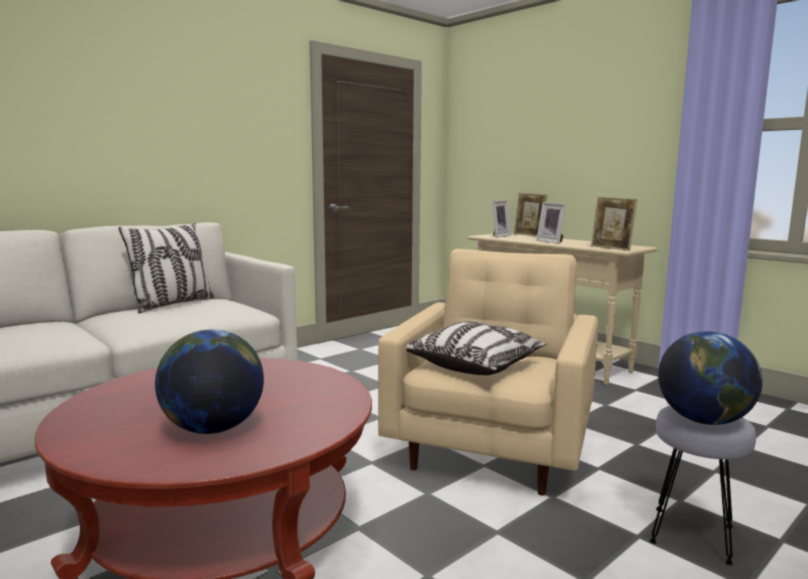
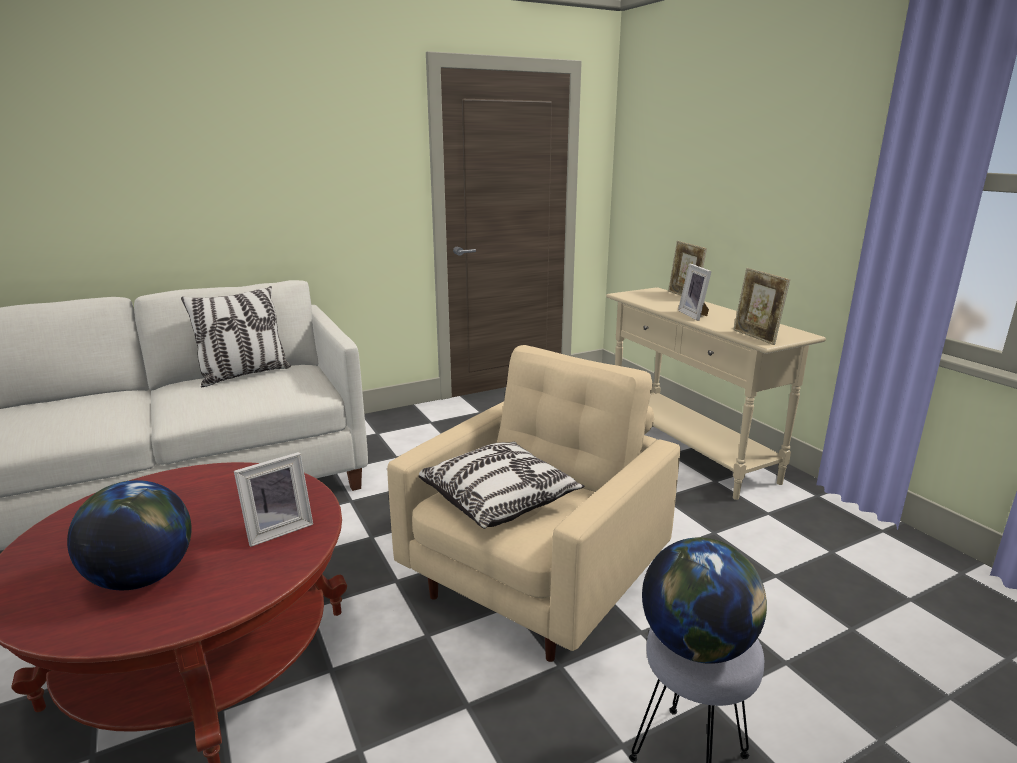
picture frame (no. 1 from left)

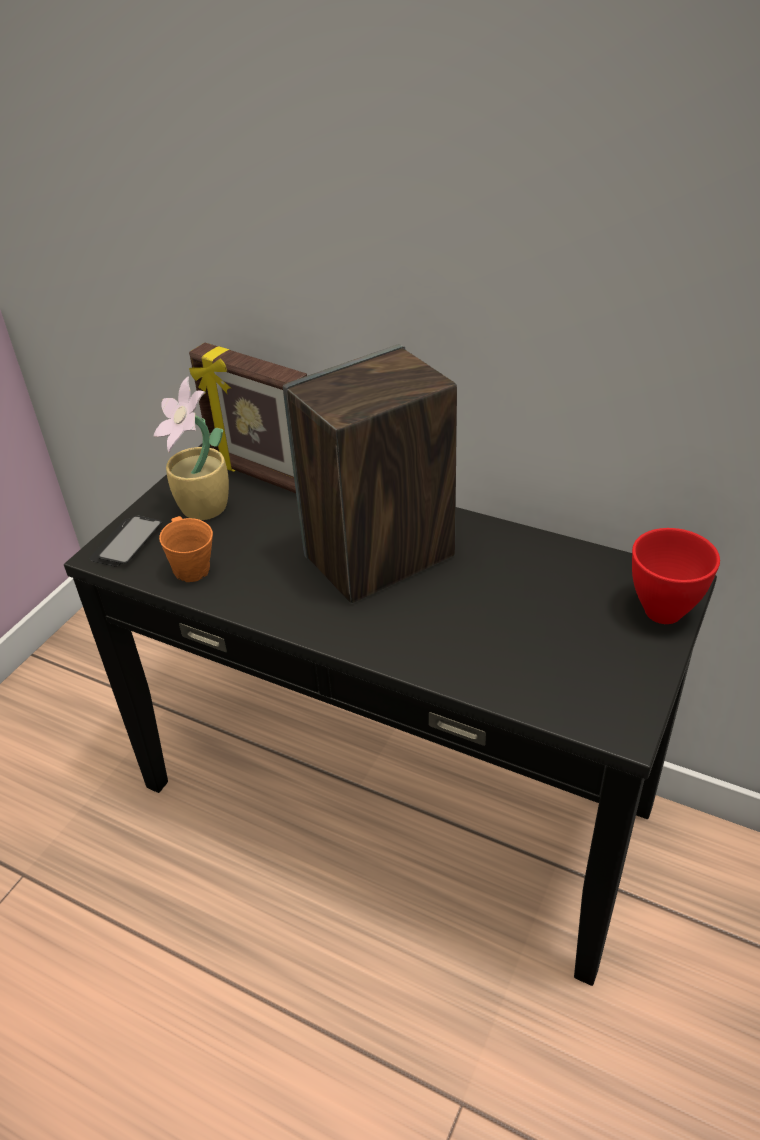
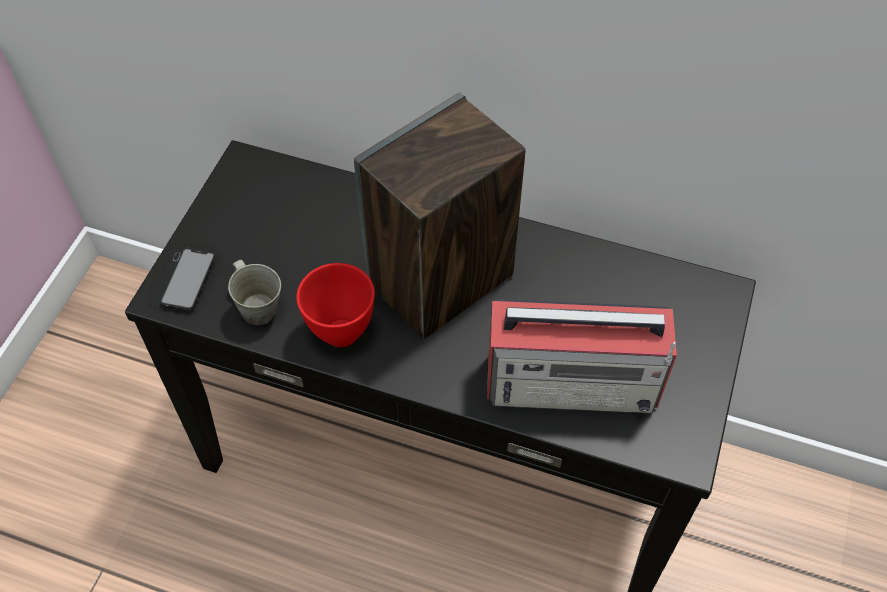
potted plant; grey mug; picture frame; red bowl; radio

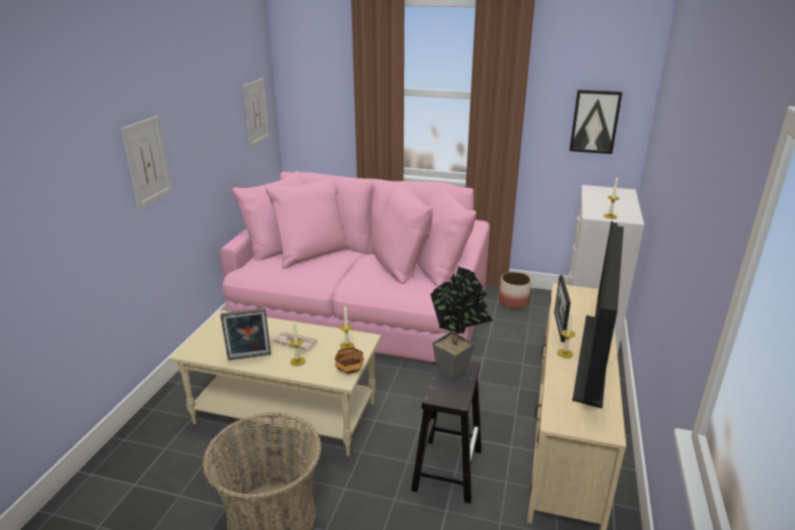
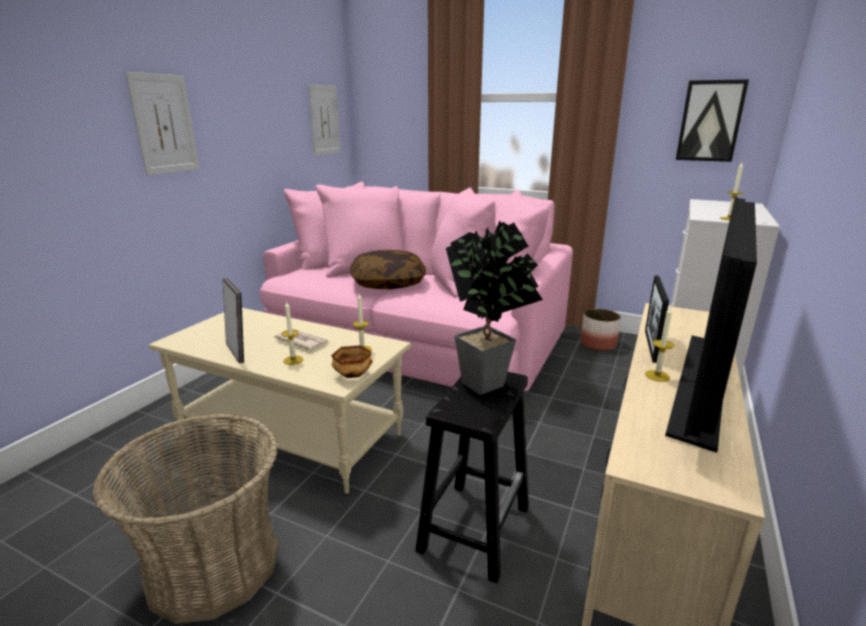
picture frame (no. 1 from left); pillow

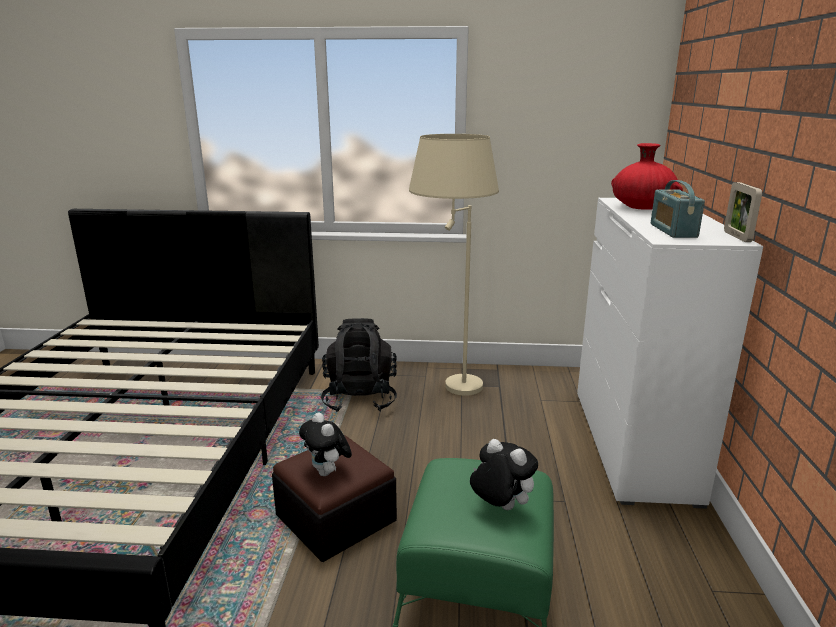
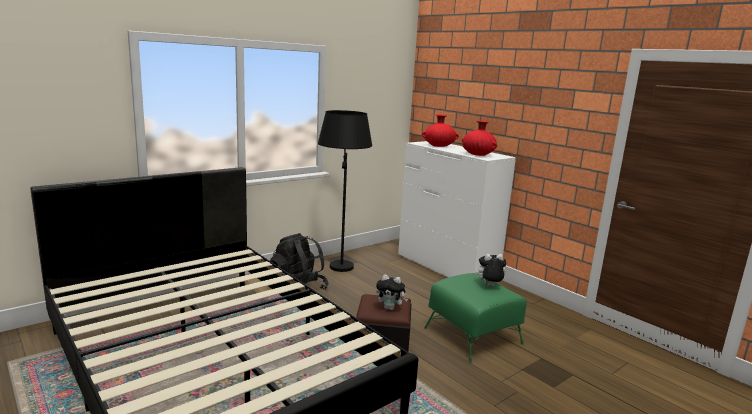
black floor lamp; red vase (no. 2 from left); picture frame

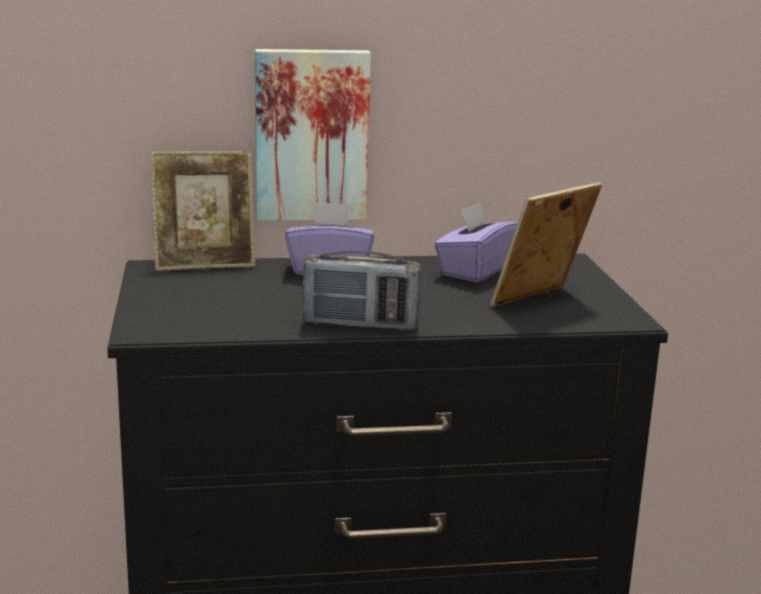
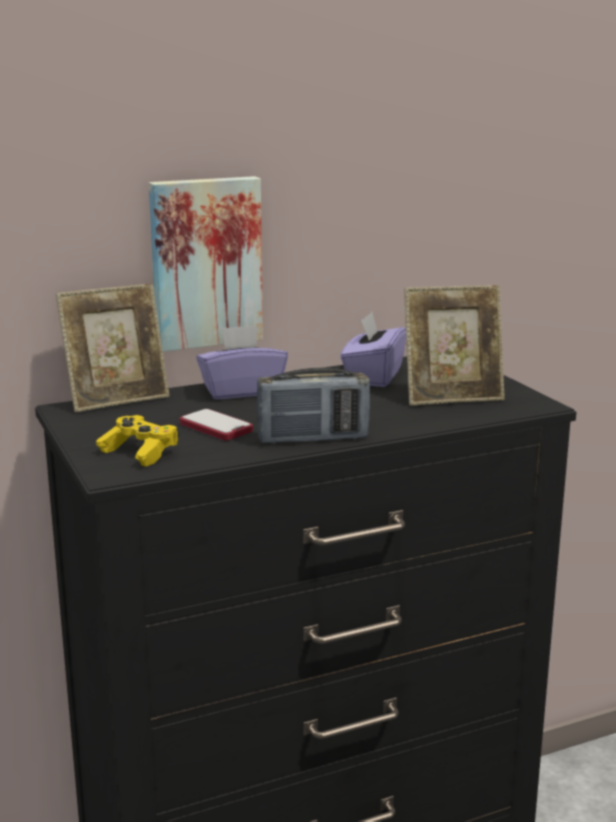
picture frame (no. 2 from left); yellow game controller; phone

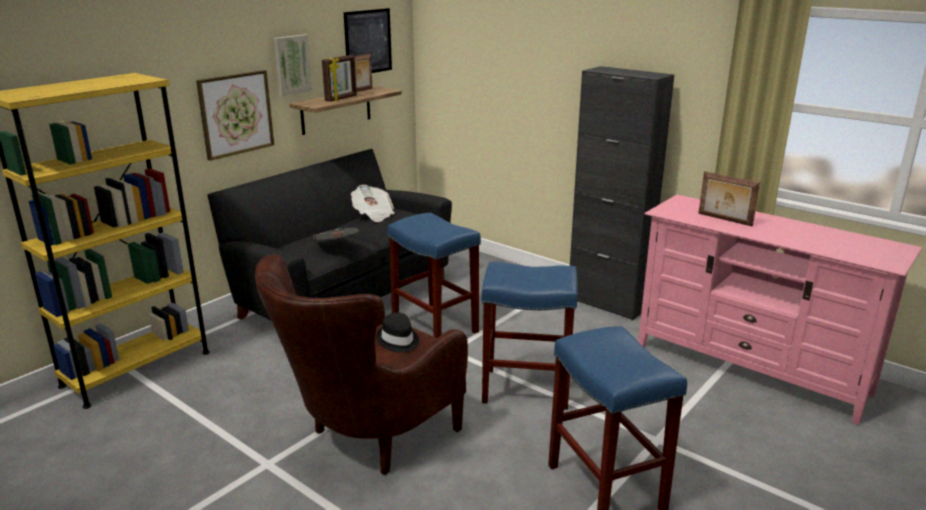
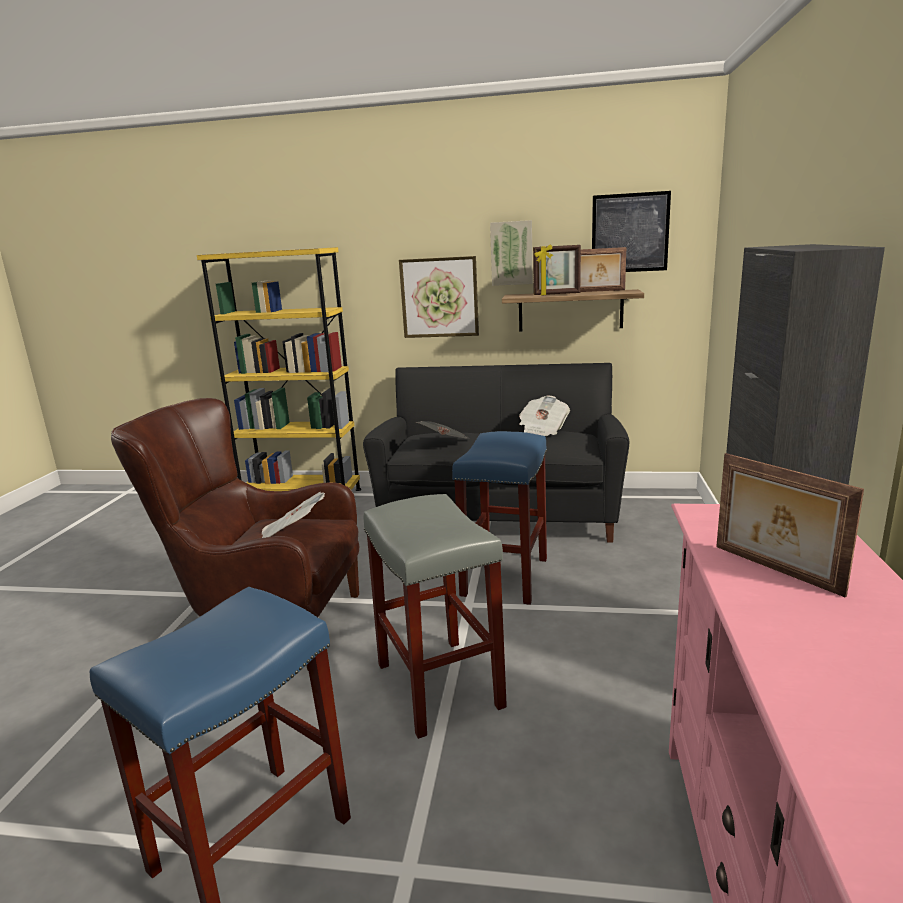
newspaper (no. 1 from left); grey stool; picture frame (no. 3 from left)

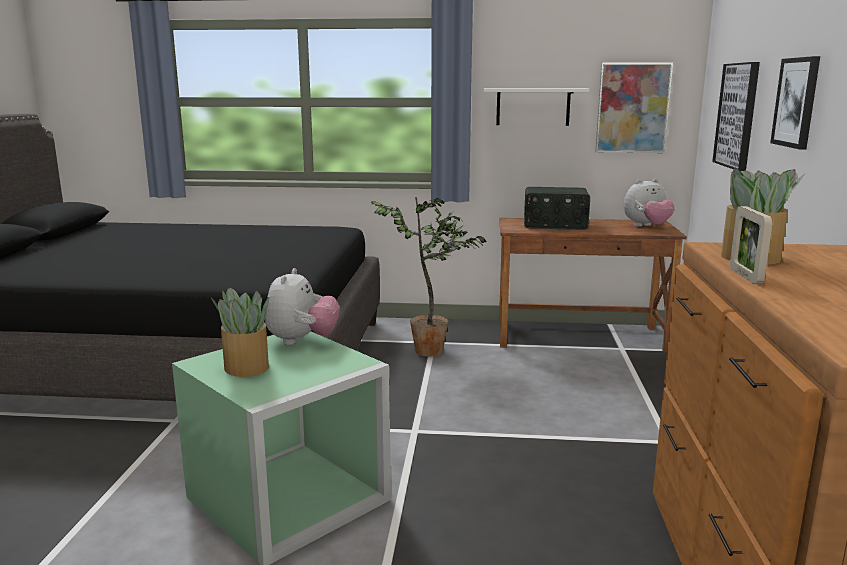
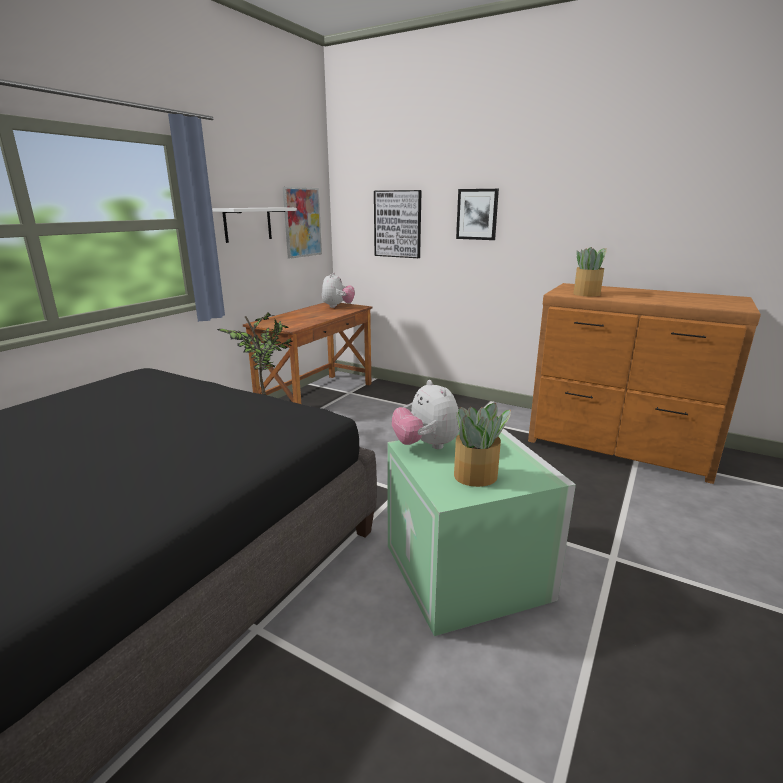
plush toy (no. 2 from left); radio; picture frame

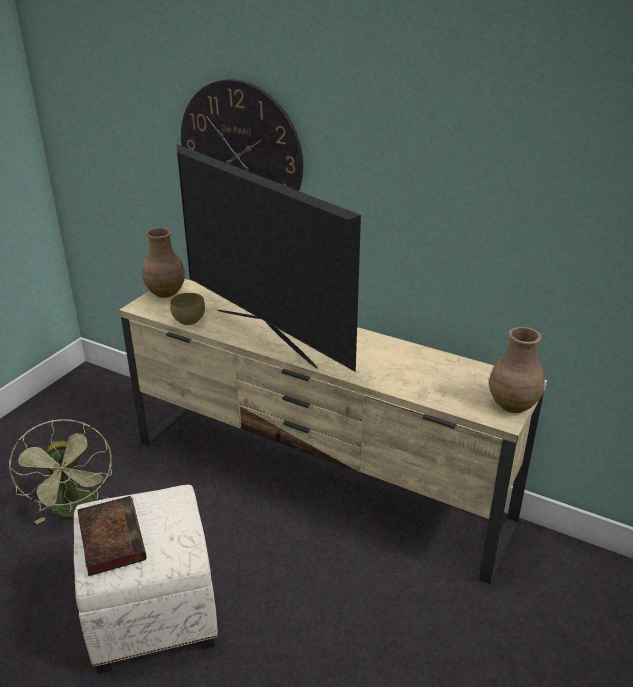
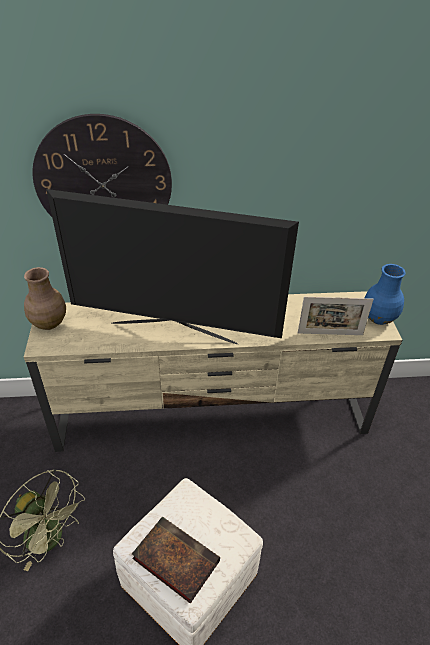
brown bowl; blue vase; picture frame

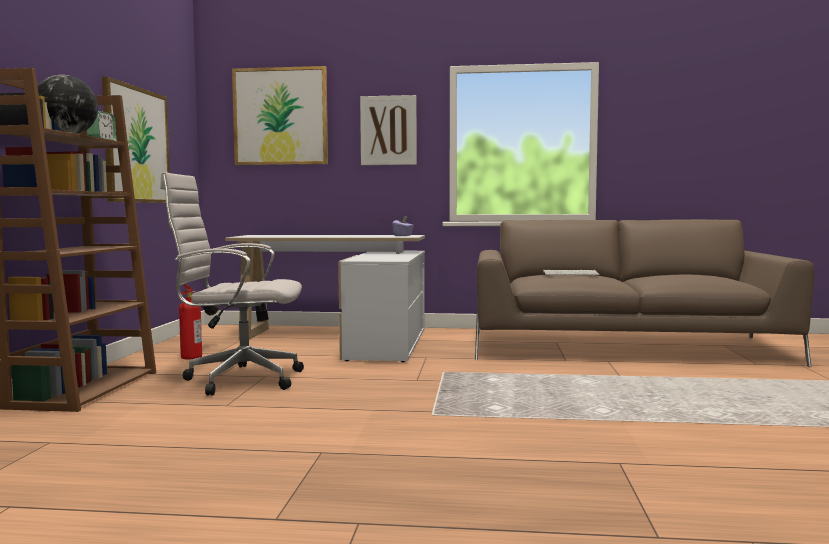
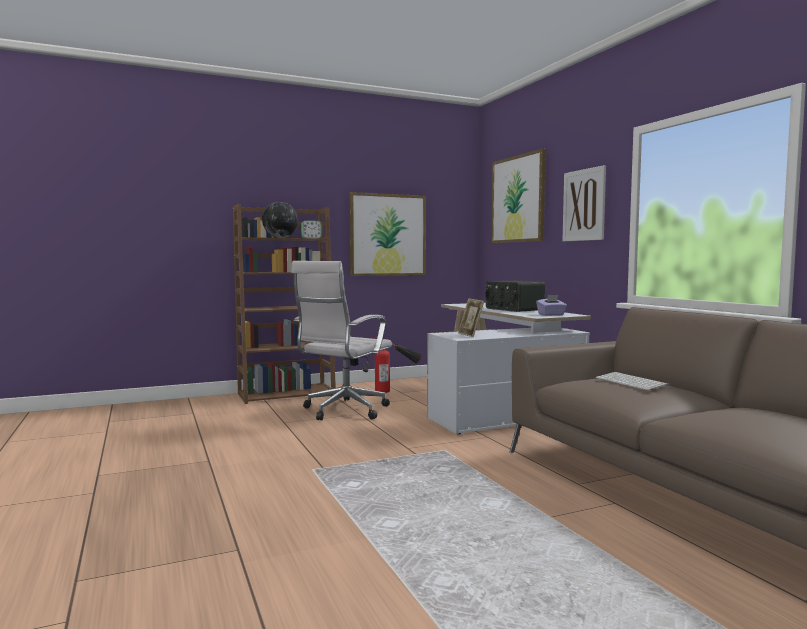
white office chair; picture frame; radio

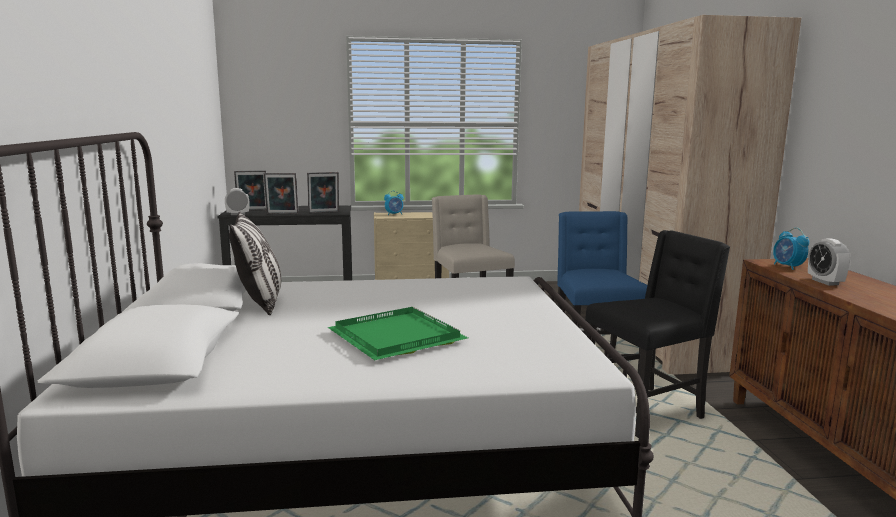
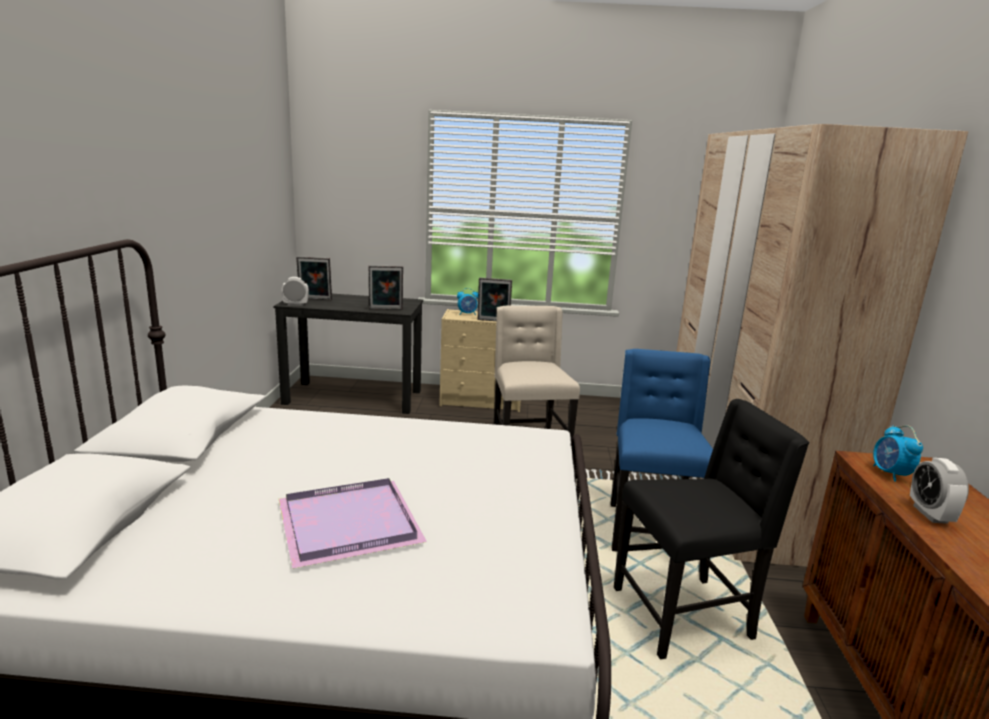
pillow; picture frame (no. 3 from left); purple tray

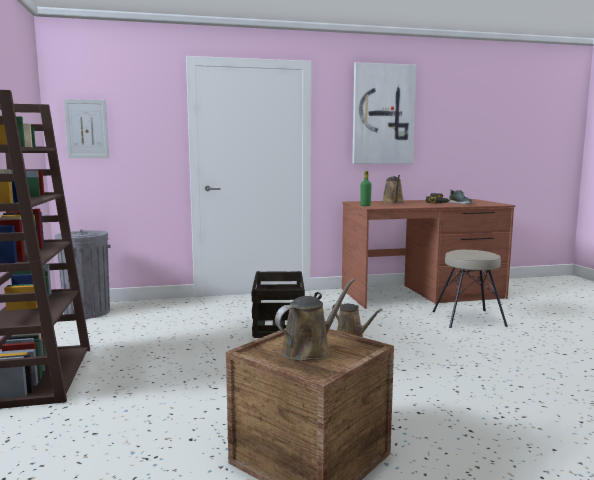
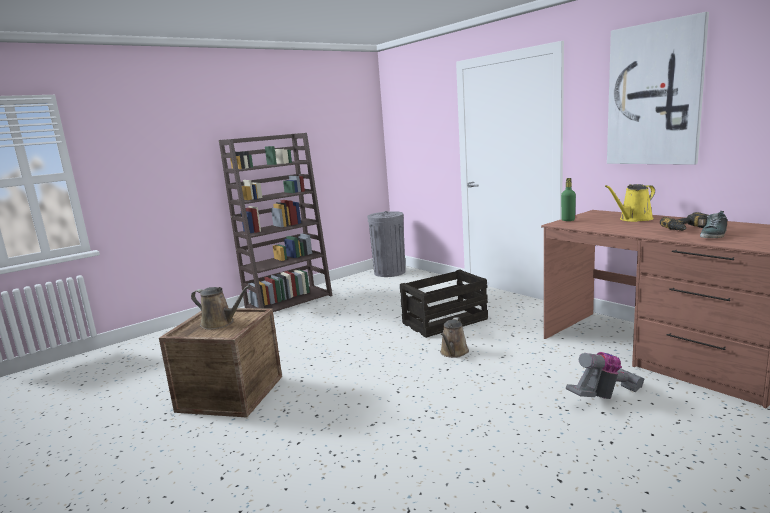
picture (no. 1 from left in the first image); yellow watering can; vacuum cleaner

